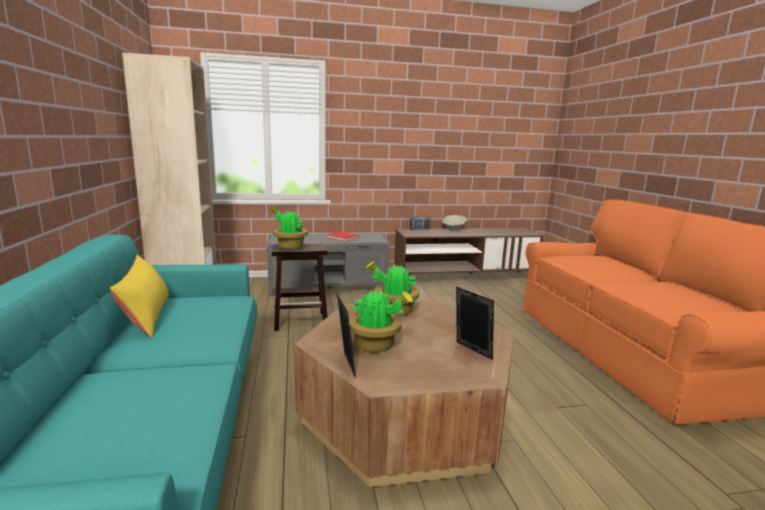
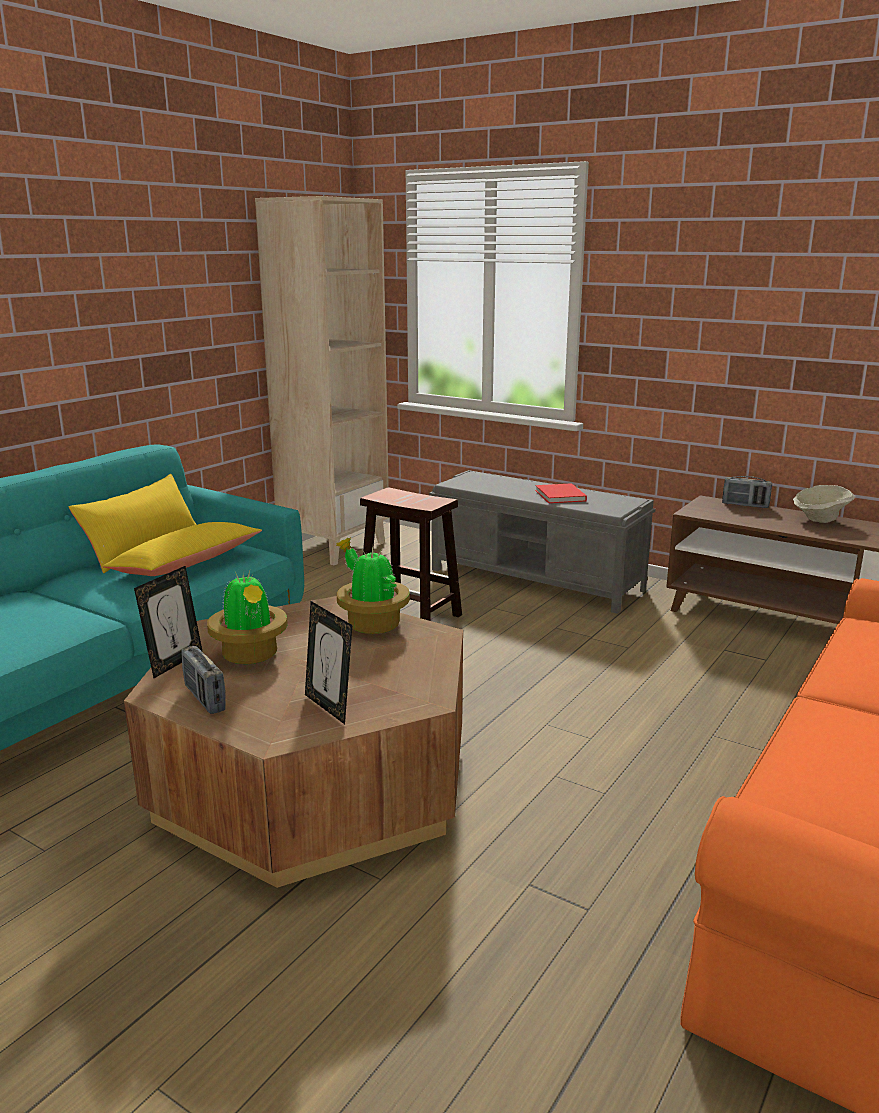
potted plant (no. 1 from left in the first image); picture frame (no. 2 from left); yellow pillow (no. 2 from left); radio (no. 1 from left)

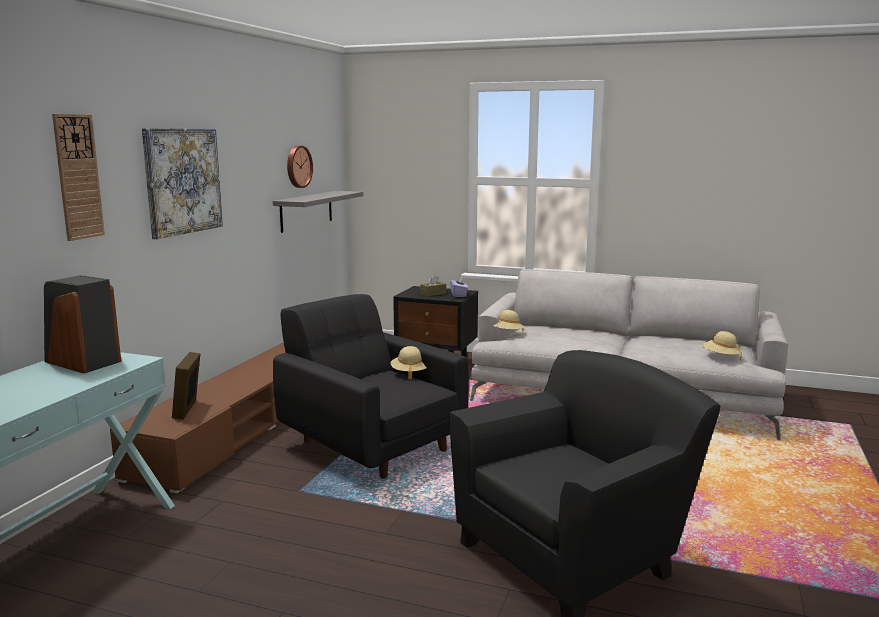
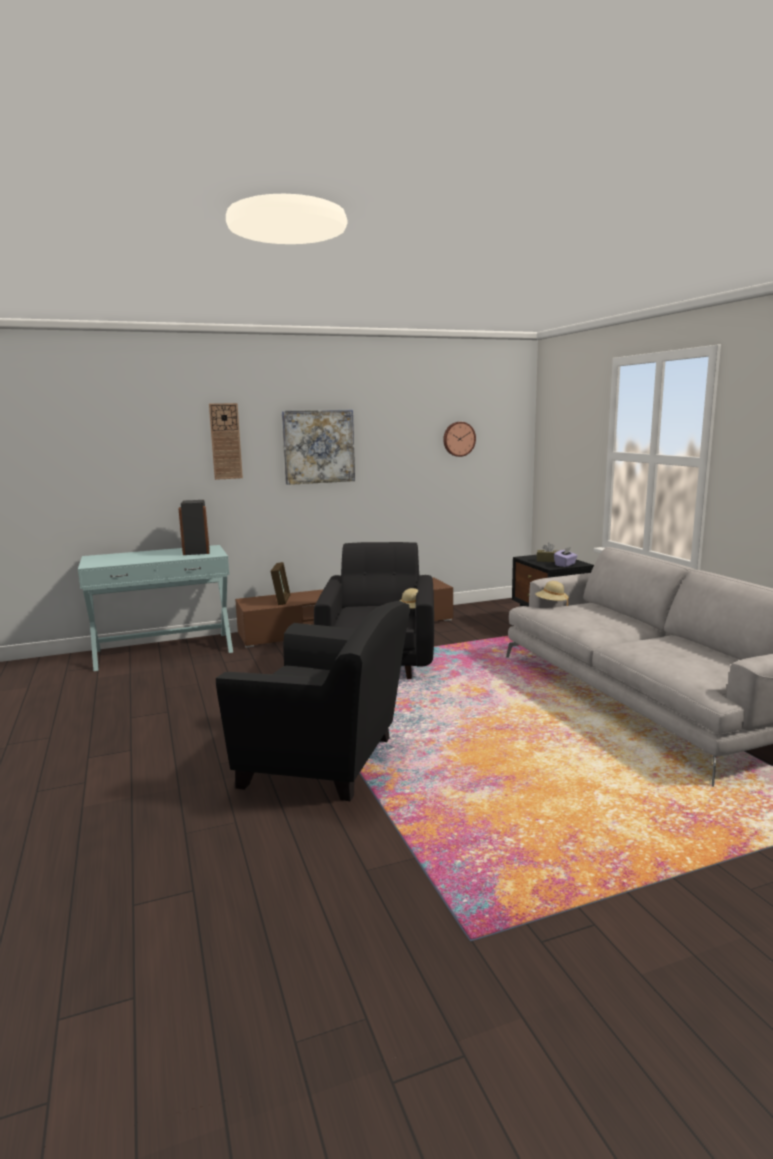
picture frame; grey shelf; beige hat (no. 3 from left in the first image)

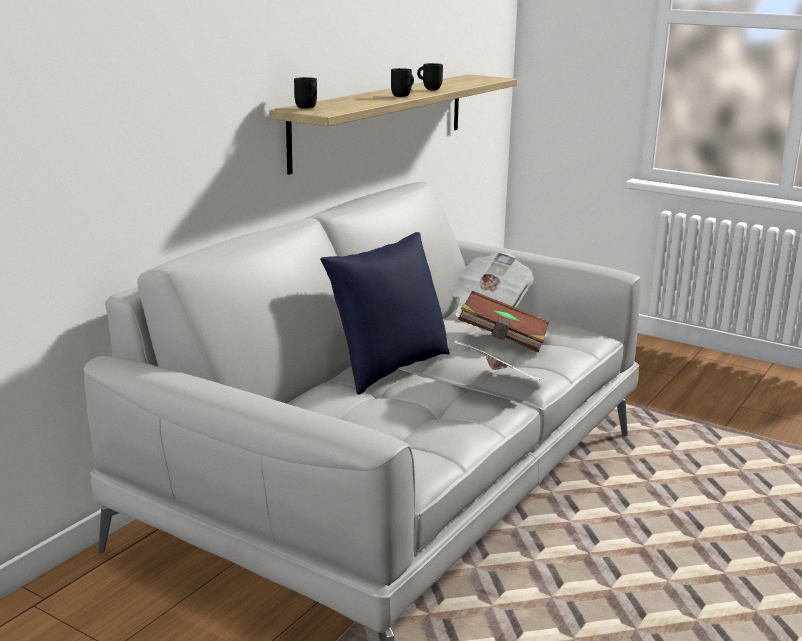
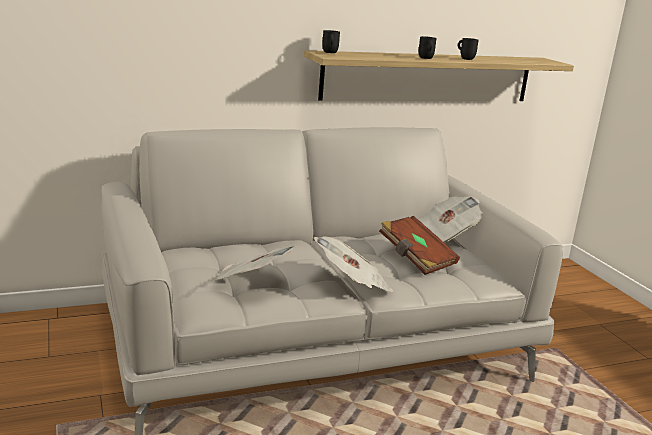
blue pillow; newspaper (no. 1 from left)

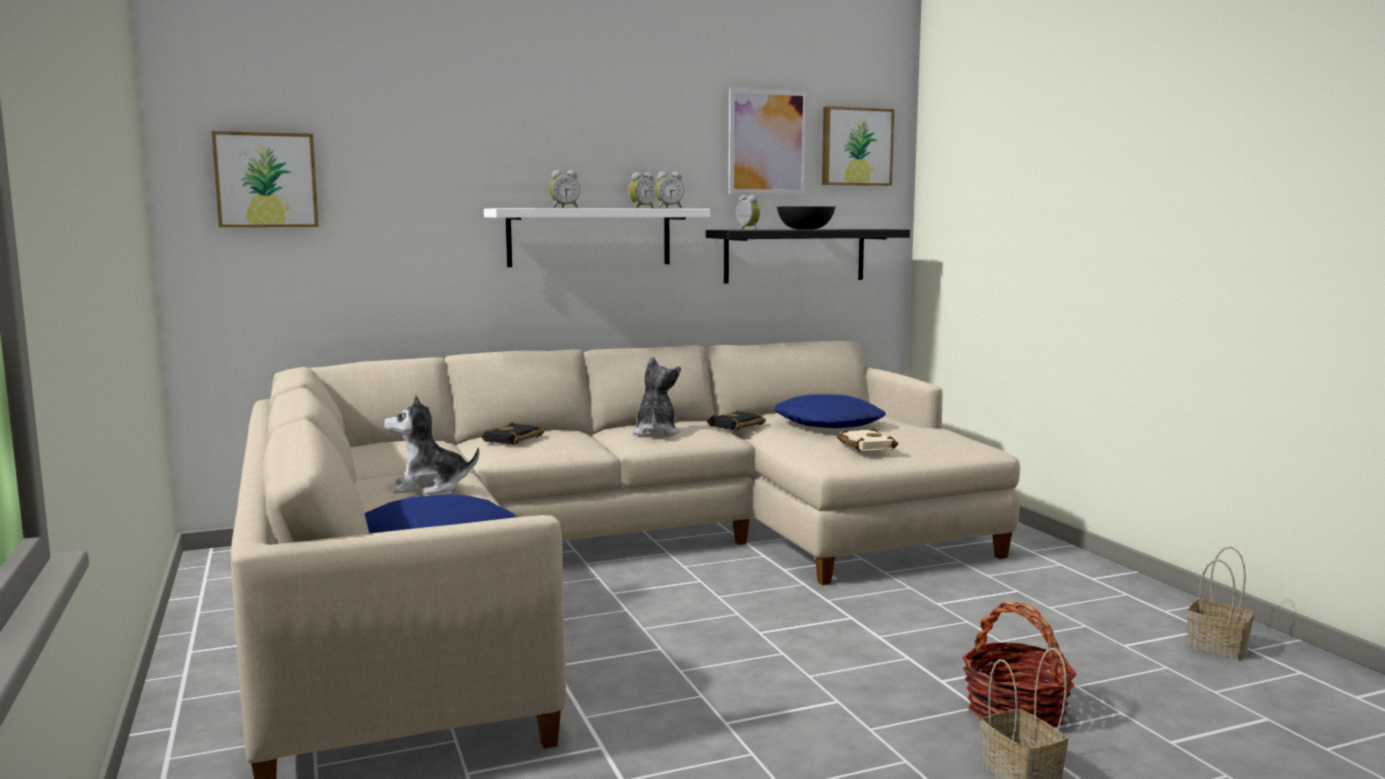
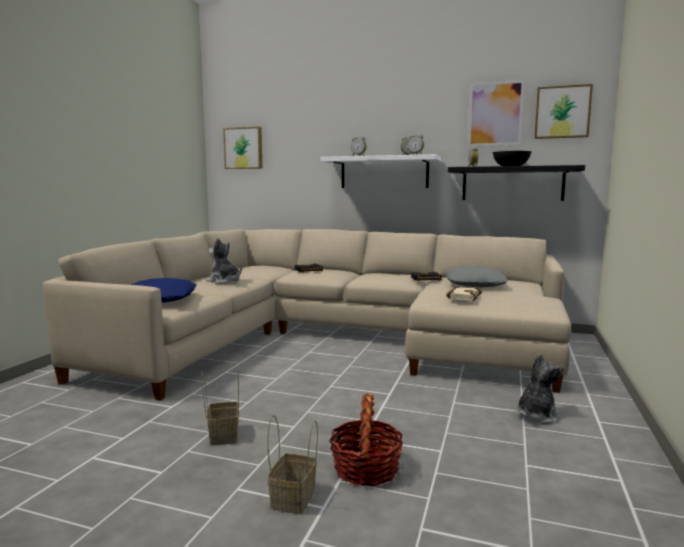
plush toy (no. 2 from left); grey pillow; basket (no. 1 from left)

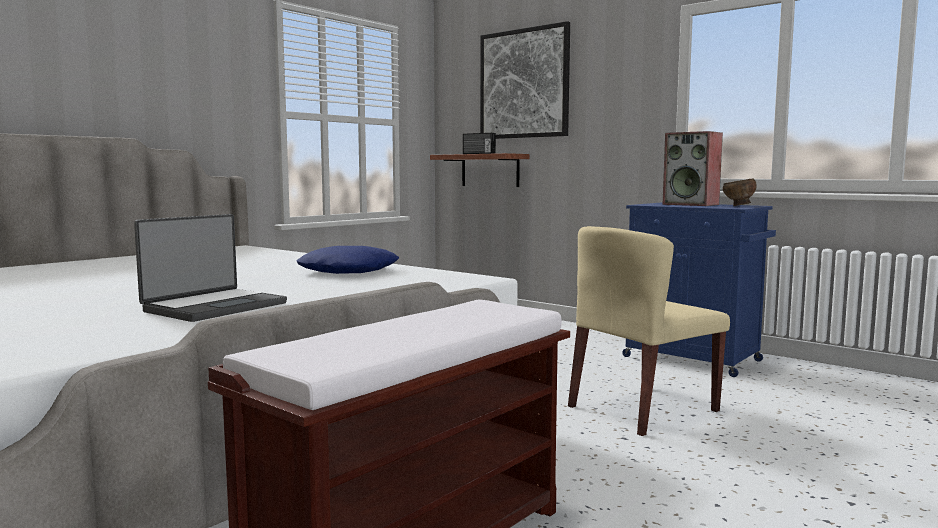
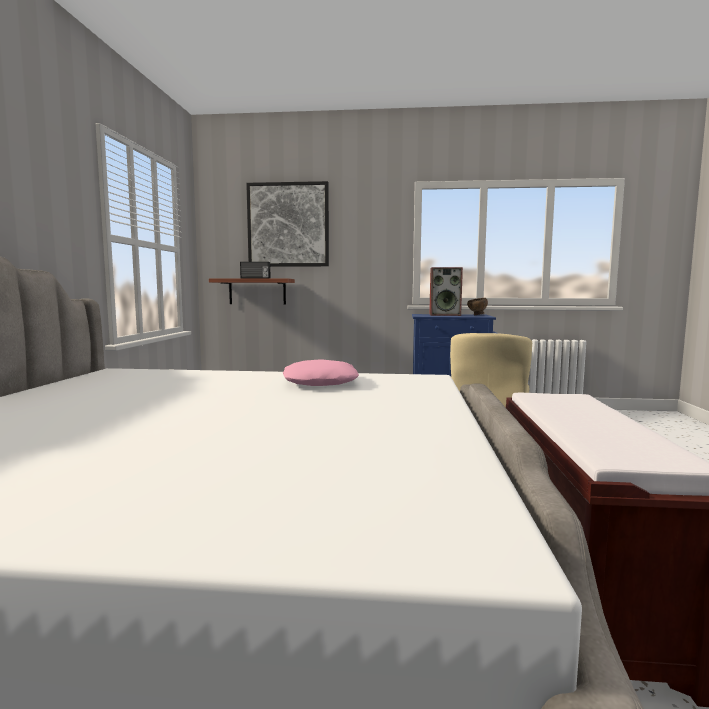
laptop; pink pillow

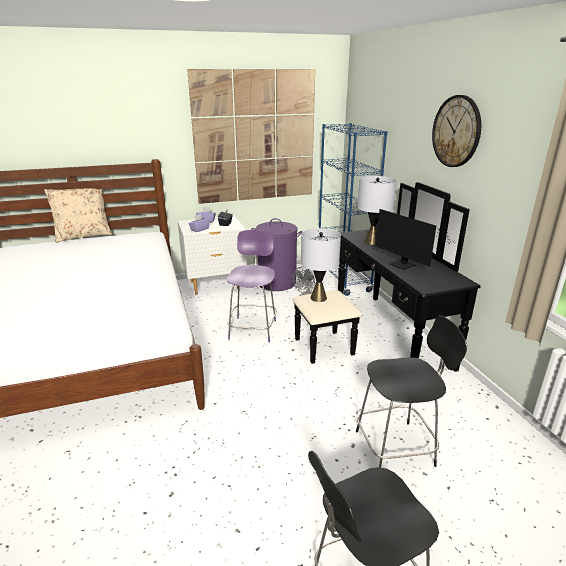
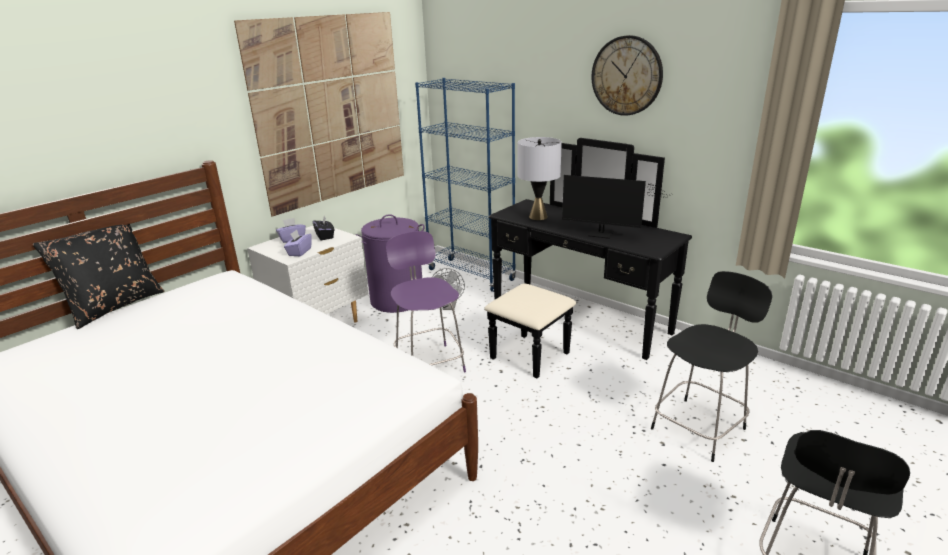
black pillow; grey table lamp (no. 1 from left in the first image)

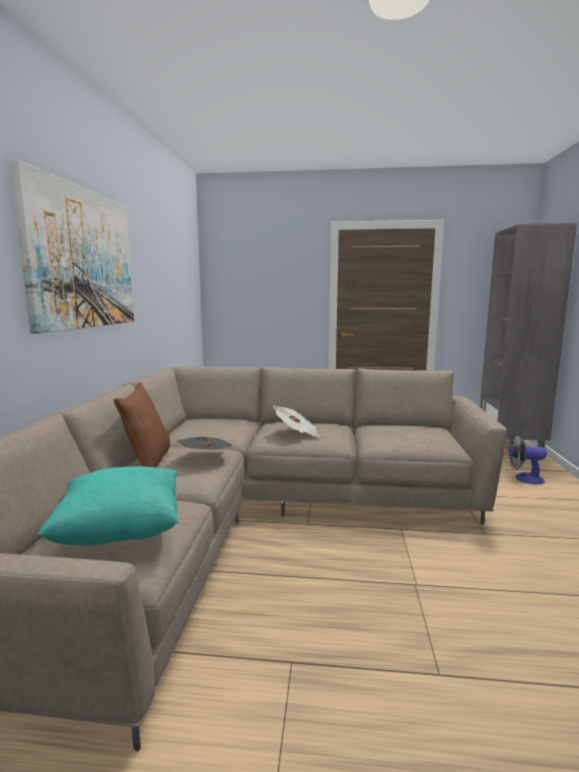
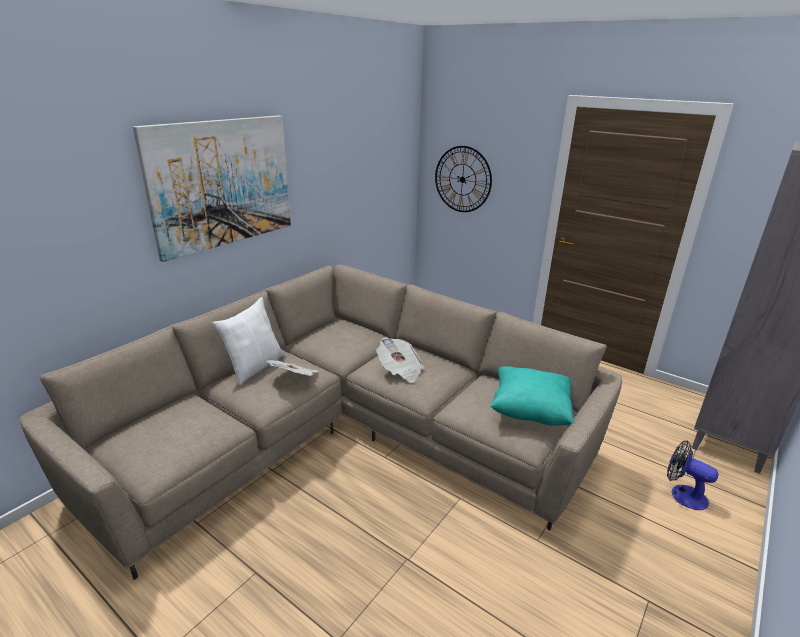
turquoise pillow; white pillow; wall clock

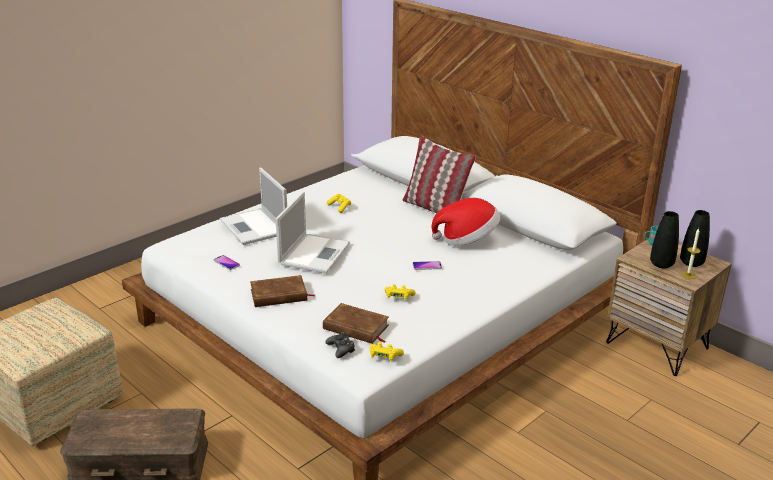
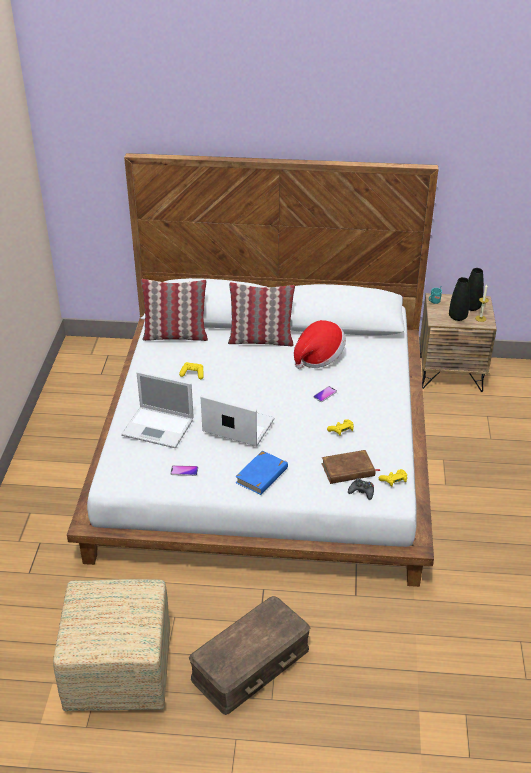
blue book; laptop (no. 2 from left); pillow (no. 1 from left)

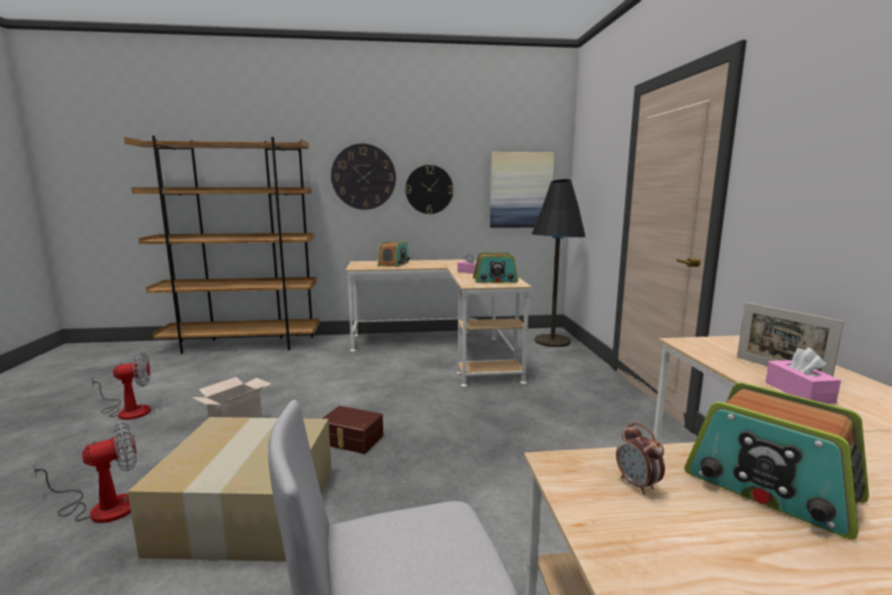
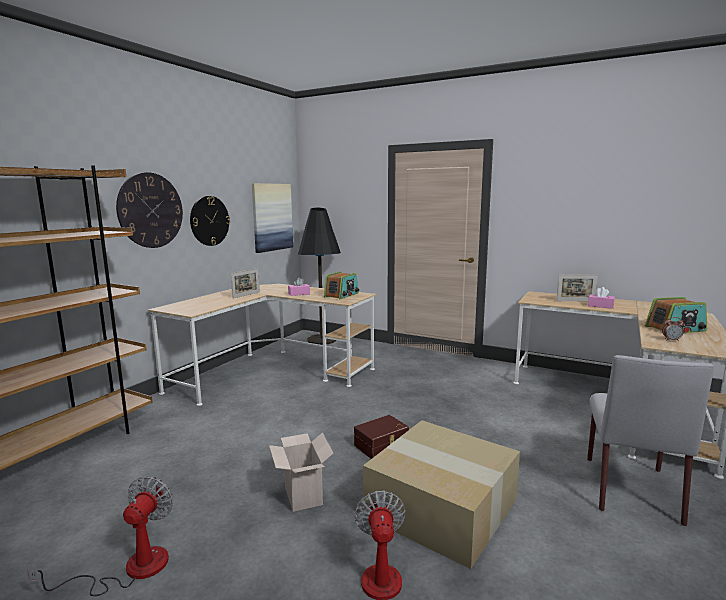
radio (no. 1 from left in the first image); picture frame (no. 1 from left)

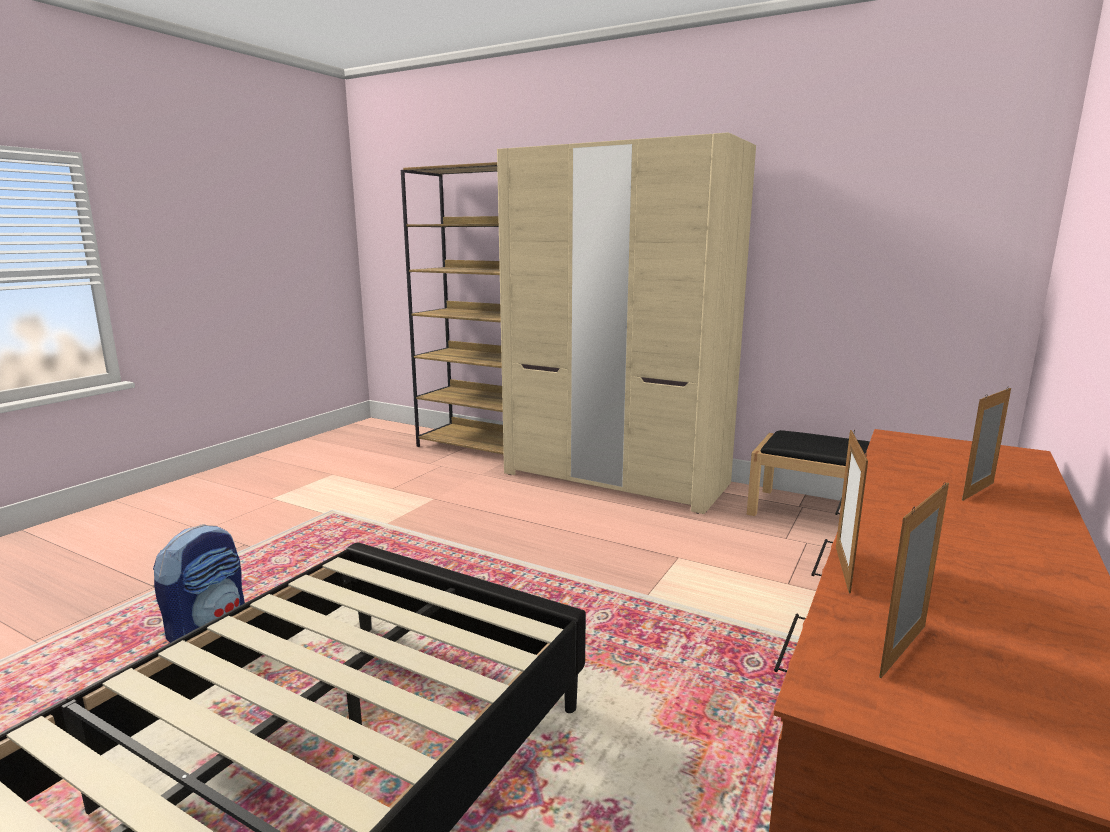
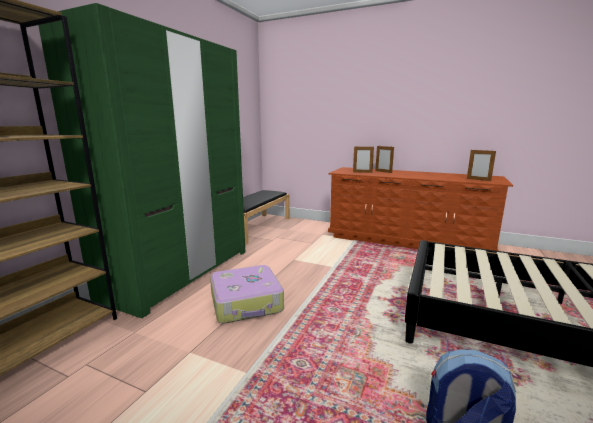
green wardrobe; picture frame (no. 1 from left); suitcase

